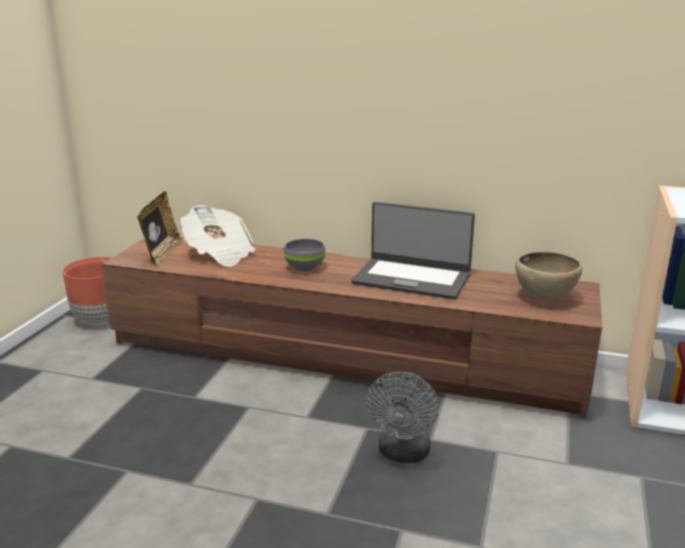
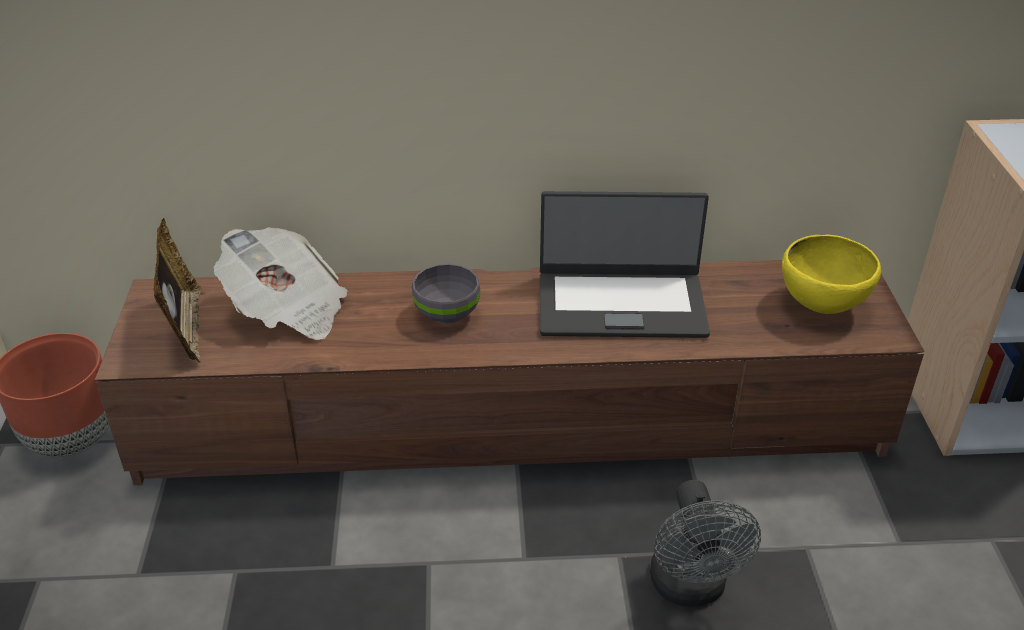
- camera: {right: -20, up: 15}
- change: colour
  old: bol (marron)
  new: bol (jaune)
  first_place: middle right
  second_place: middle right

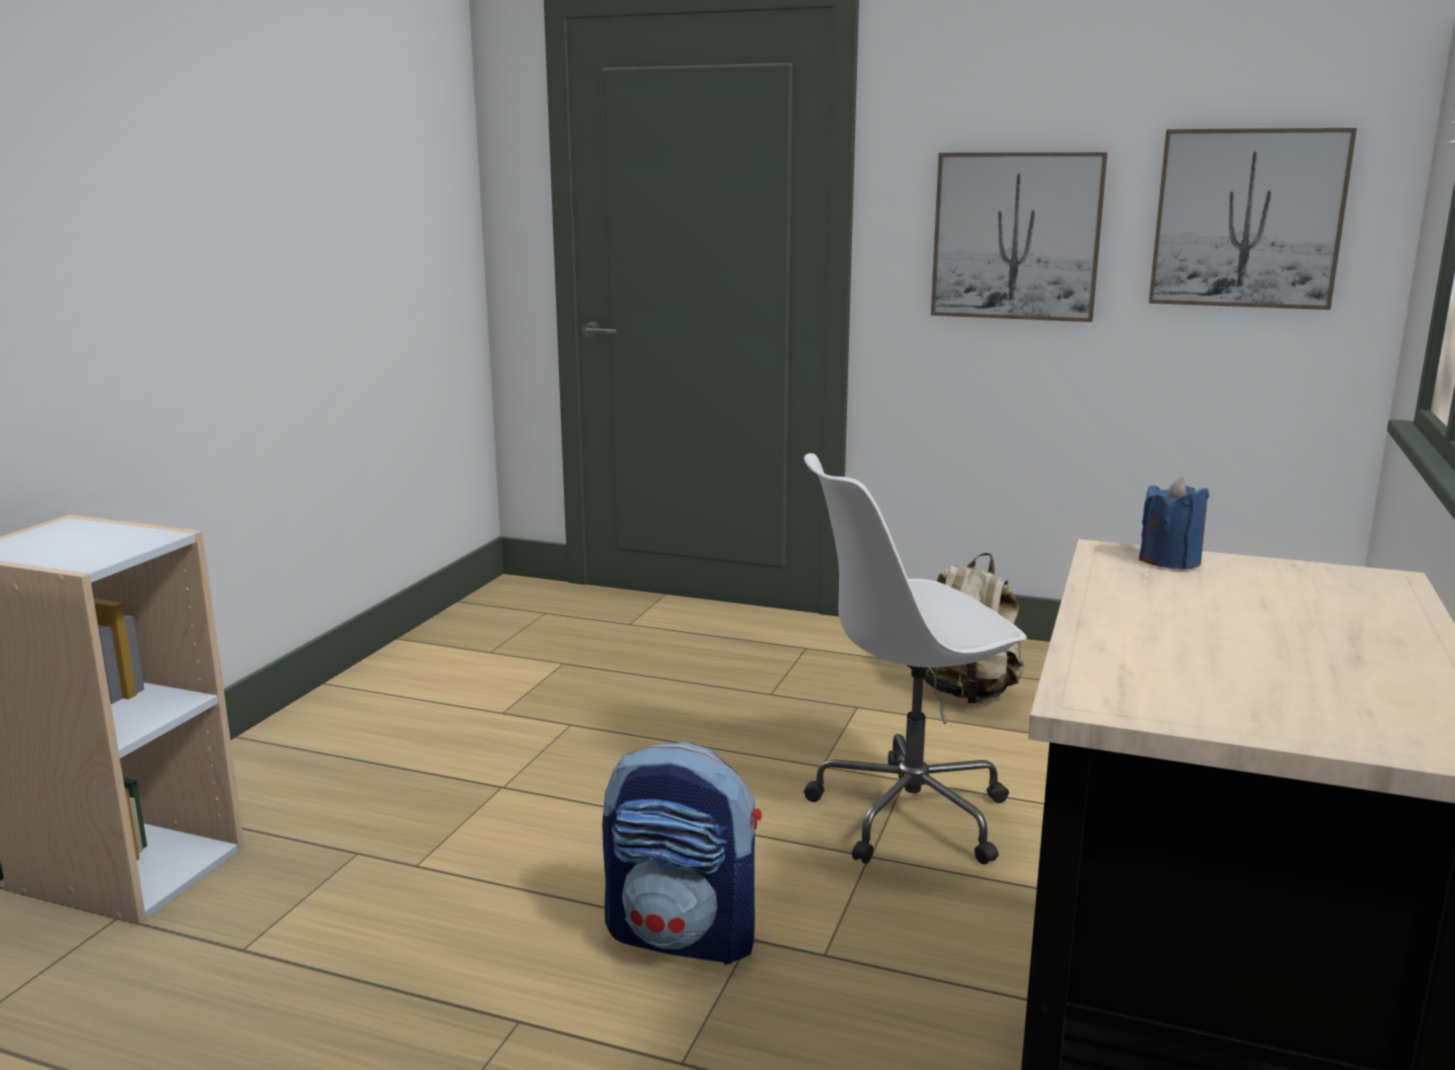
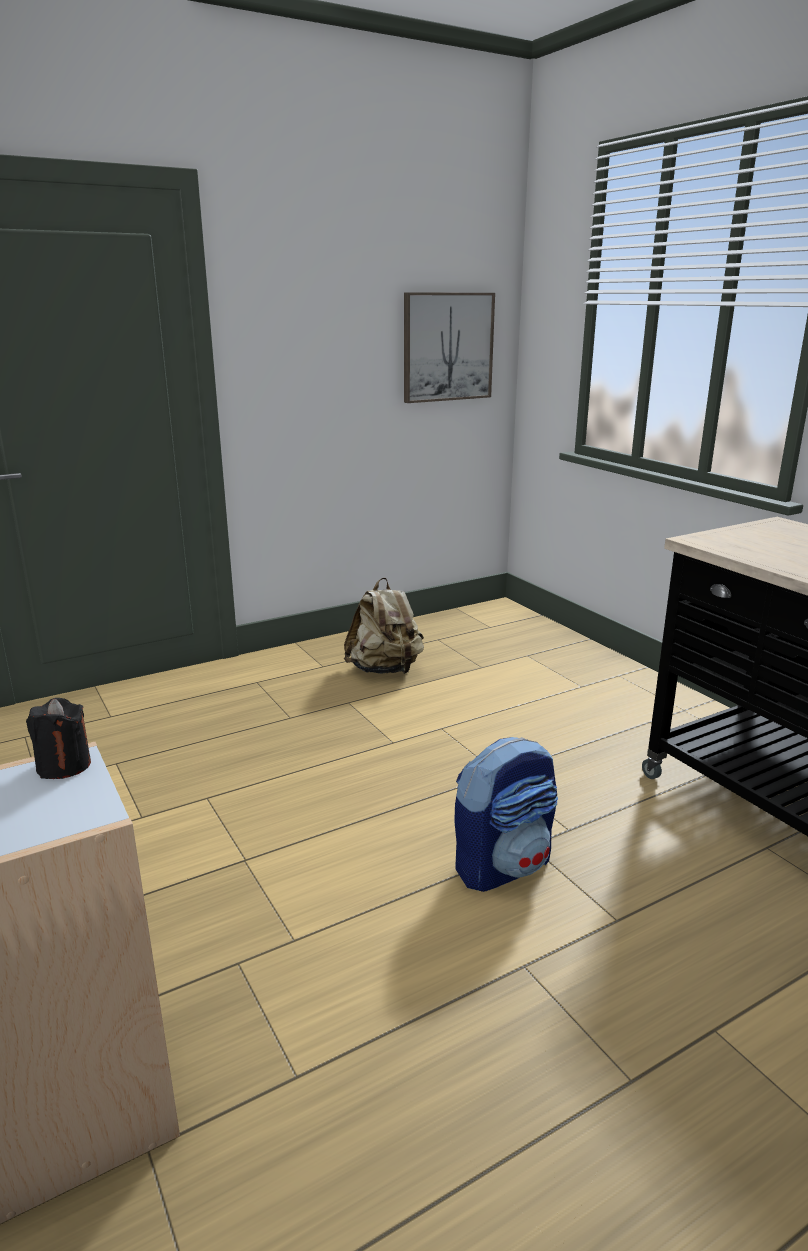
- camera: {right: -50, up: 5}
- change: missing
  old: chaise de bureau (blanc)
  first_place: centre
- change: missing
  old: tableau (no. 1 from left)
  first_place: top right
- change: missing
  old: bougie (bleu)
  first_place: middle right
- change: appeared
  new: bougie (noir)
  second_place: middle left

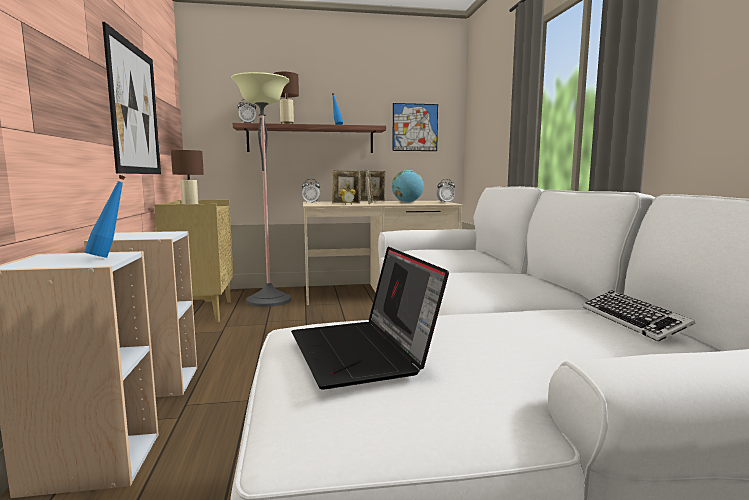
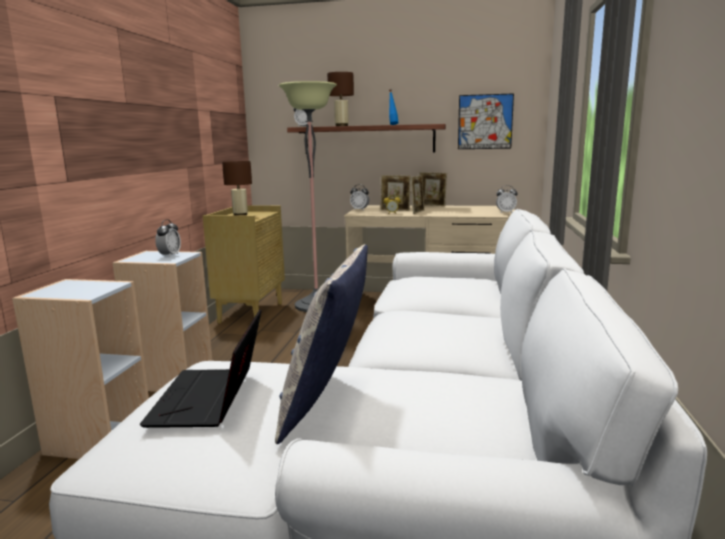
- camera: {right: 20, up: 5}
- change: missing
  old: bouteille (bleu) (no. 1 from left)
  first_place: middle left
- change: missing
  old: tableau (no. 1 from left)
  first_place: top left
- change: missing
  old: globe
  first_place: centre
- change: missing
  old: clavier
  first_place: middle right
- change: appeared
  new: réveil (no. 1 from left)
  second_place: middle left
- change: appeared
  new: coussin
  second_place: centre

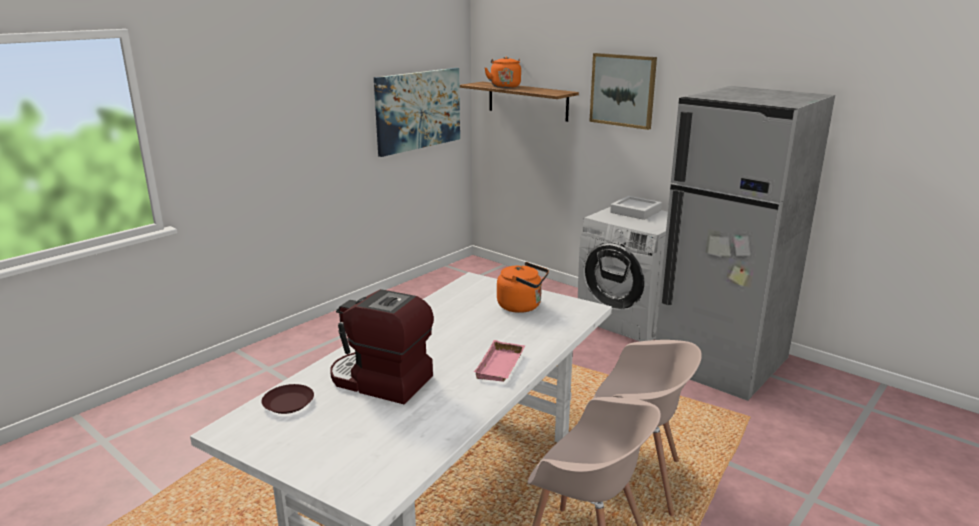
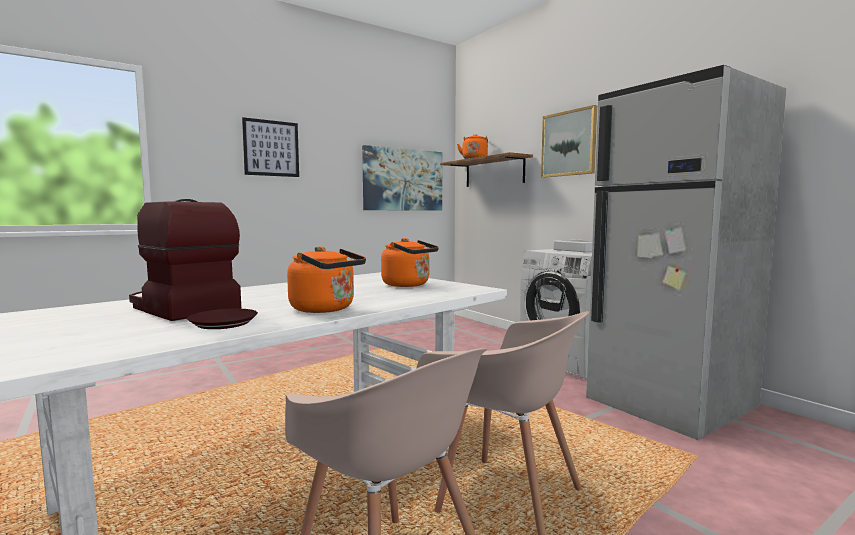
- camera: {right: 15, up: -15}
- change: appeared
  new: tableau (no. 1 from left)
  second_place: top left
- change: relocated
  old: assiette (marron)
  first_place: bottom left
  second_place: middle left
- change: exchanged
  old: plateau (rose)
  new: bouilloire (orange) (no. 1 from left)
  first_place: bottom centre
  second_place: centre

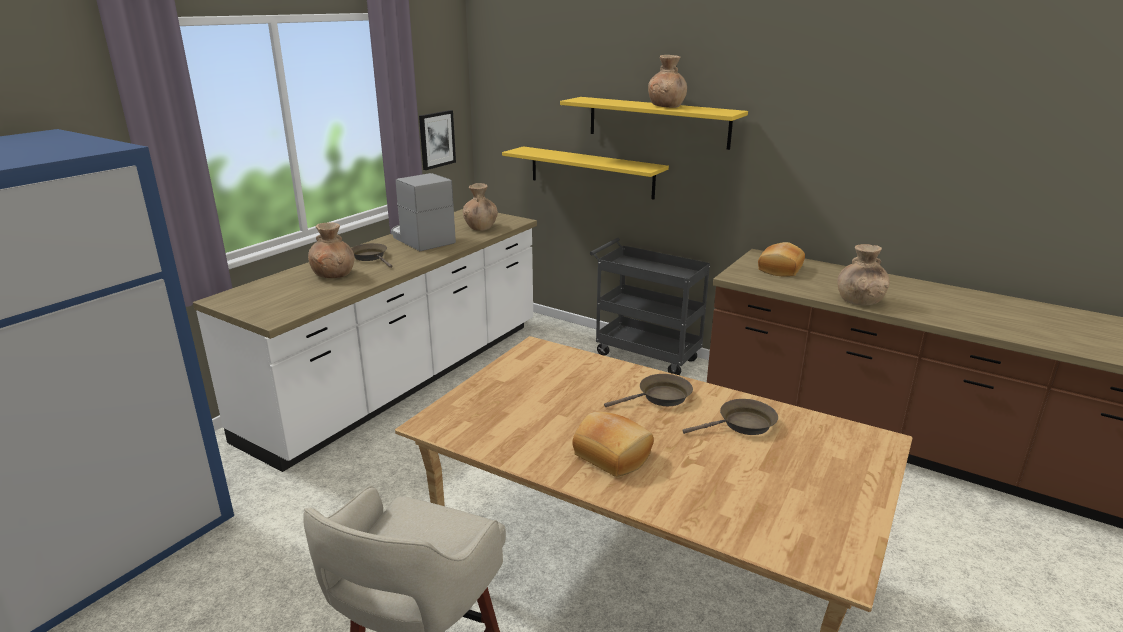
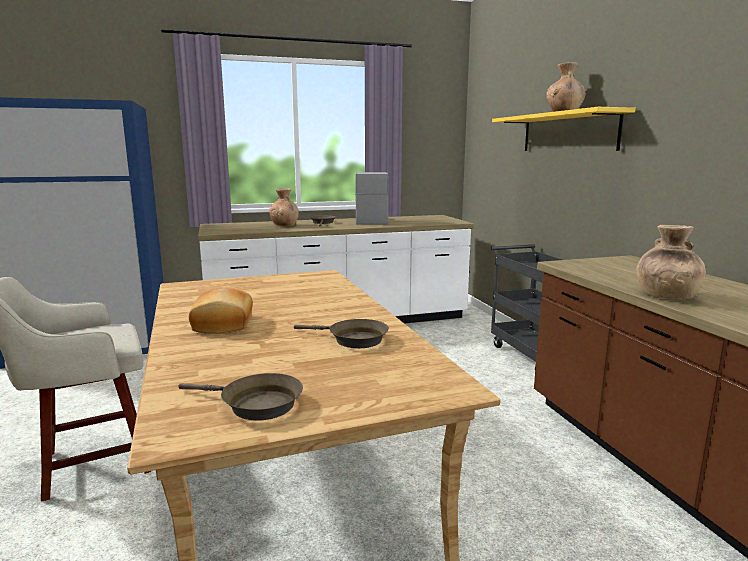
- camera: {right: 40, up: -10}
- change: missing
  old: tableau
  first_place: top centre
- change: missing
  old: vase (marron) (no. 2 from left)
  first_place: top centre
- change: missing
  old: étagère (jaune) (no. 1 from left)
  first_place: top centre
- change: missing
  old: pain (no. 2 from left)
  first_place: middle right
- change: relocated
  old: poêle (marron) (no. 2 from left in the first image)
  new: poêle (marron) (no. 1 from left)
  first_place: centre
  second_place: bottom left

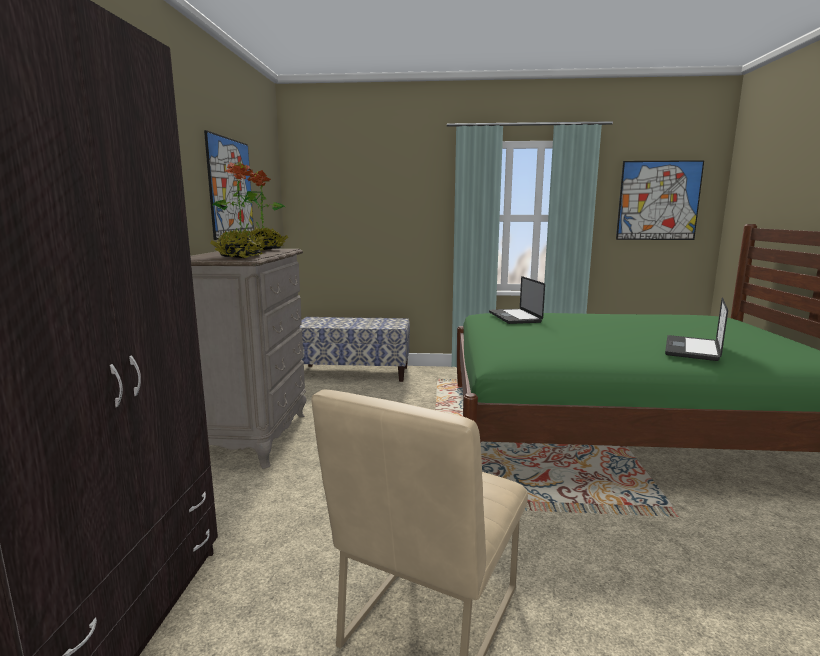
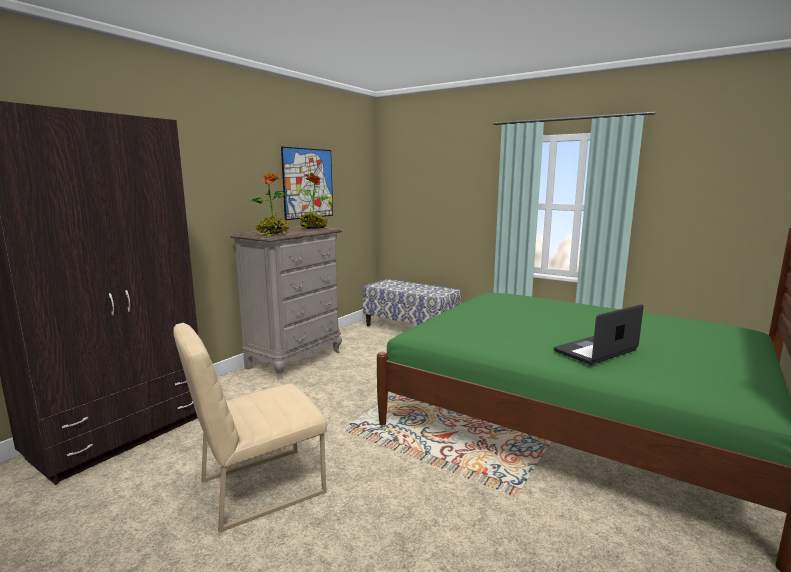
- camera: {right: 30, up: 0}
- change: missing
  old: ordinateur portable (no. 1 from left)
  first_place: centre
- change: missing
  old: tableau (no. 2 from left)
  first_place: top right

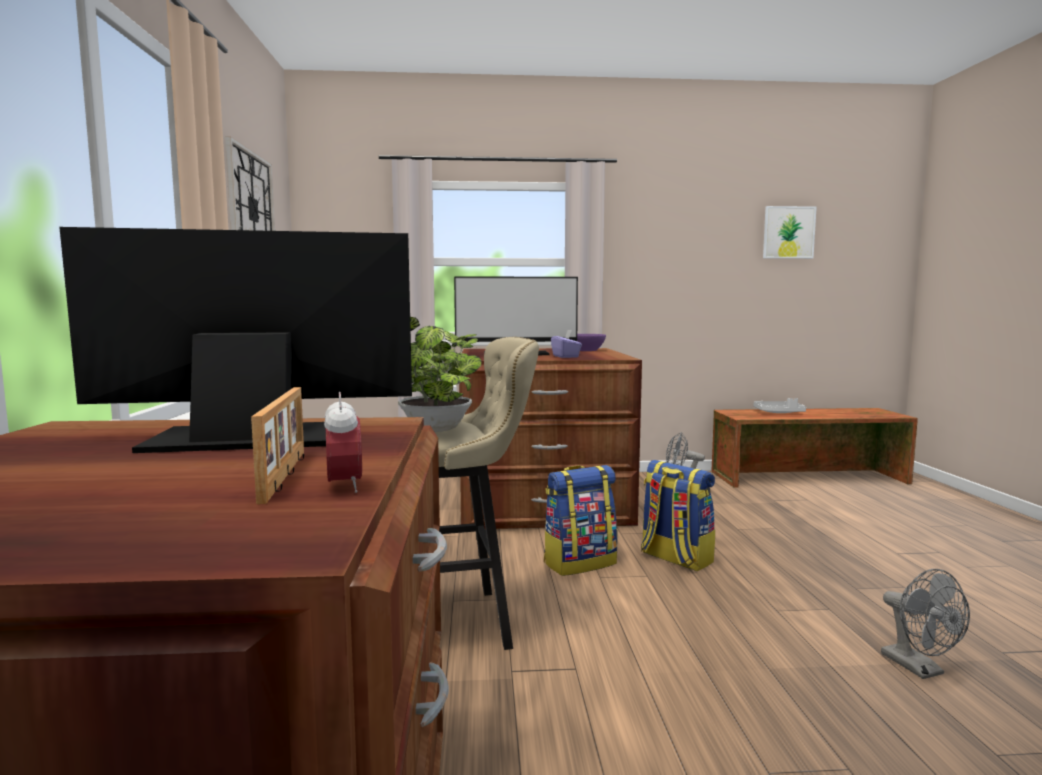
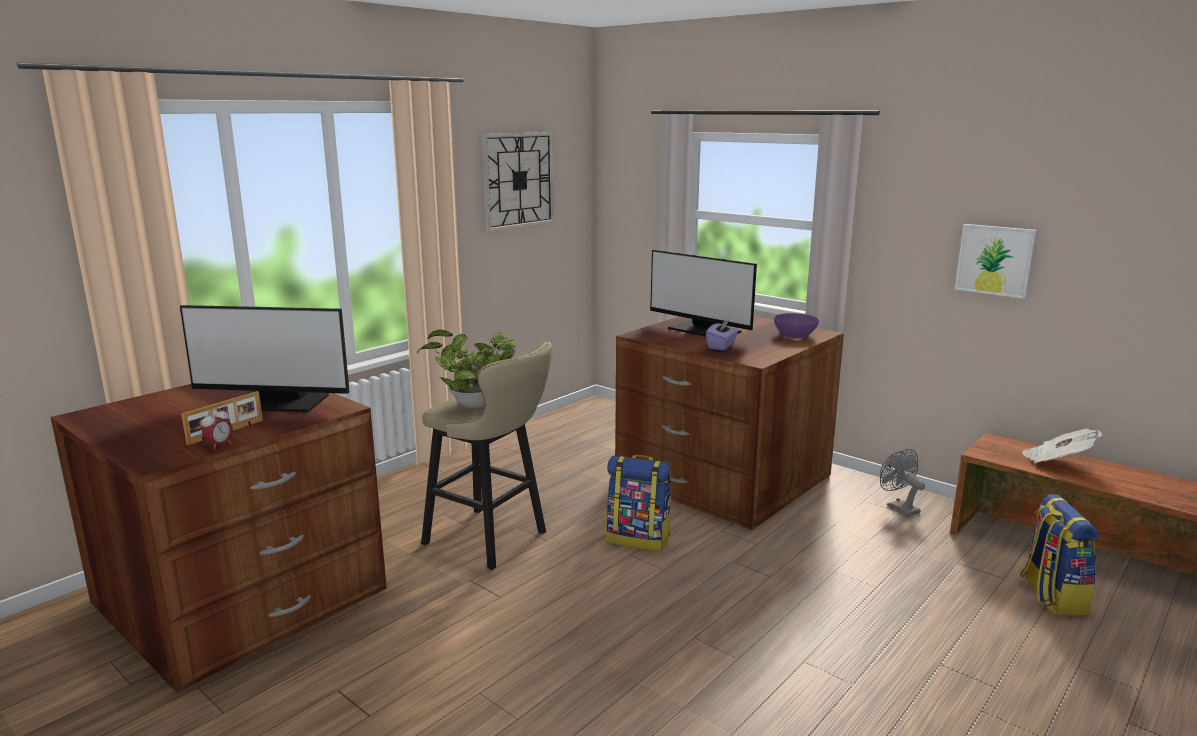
- camera: {right: 45, up: 10}
- change: missing
  old: ventilateur (gris) (no. 2 from left)
  first_place: bottom right
- change: relocated
  old: sac à dos (no. 2 from left)
  first_place: centre
  second_place: bottom right
- change: relocated
  old: tableau
  first_place: top right
  second_place: middle right
- change: exchanged
  old: plateau (gris)
  new: journal
  first_place: middle right
  second_place: middle right
- change: spun
  old: écran d'ordinateur (no. 1 from left)
  first_place: middle left
  second_place: middle left
  degrees: 150

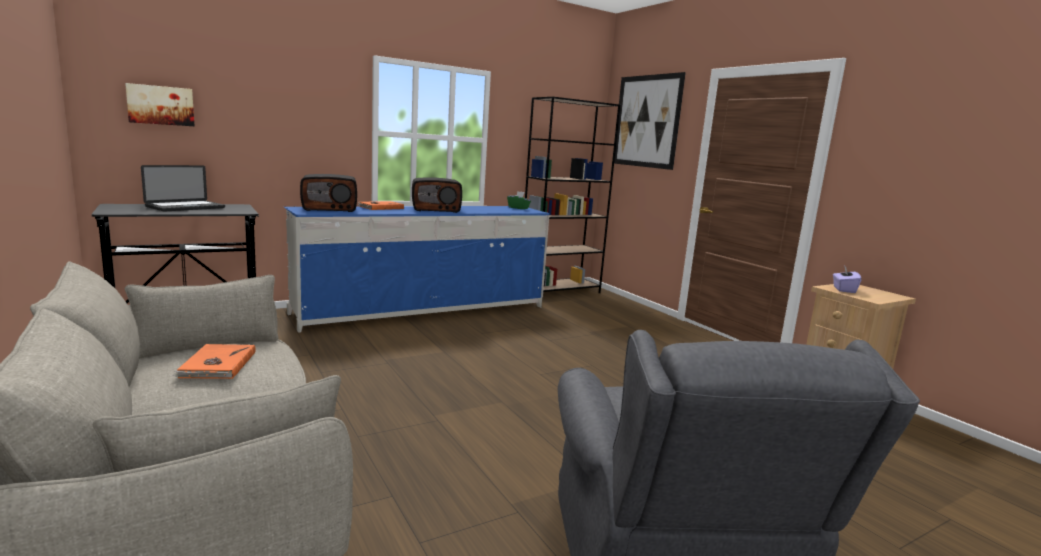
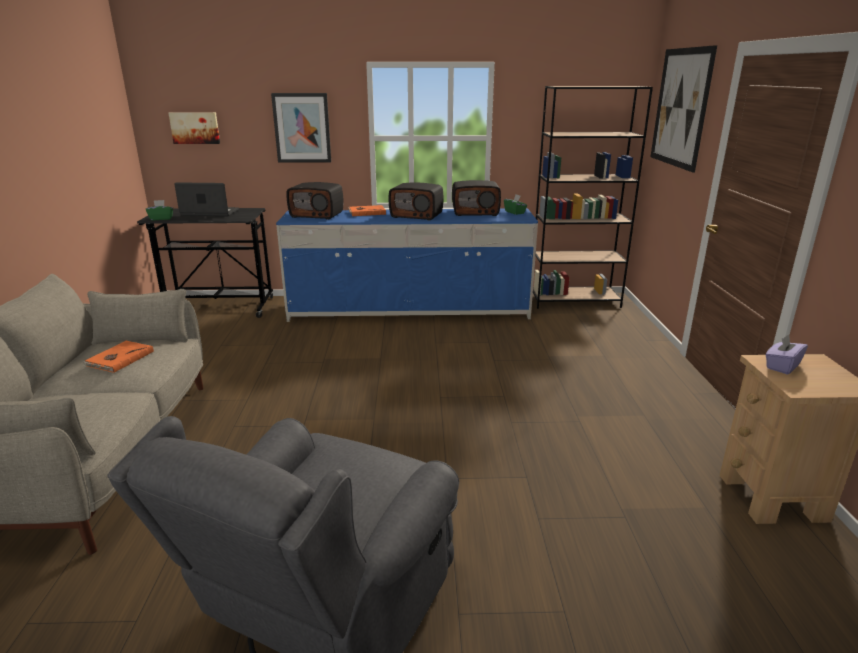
- camera: {right: 30, up: 10}
- change: appeared
  new: boîte à mouchoirs (vert) (no. 1 from left)
  second_place: top left
- change: appeared
  new: tableau (no. 2 from left)
  second_place: top centre
- change: appeared
  new: radio (no. 3 from left)
  second_place: top centre
- change: spun
  old: ordinateur portable
  first_place: middle left
  second_place: top left
  degrees: -150

